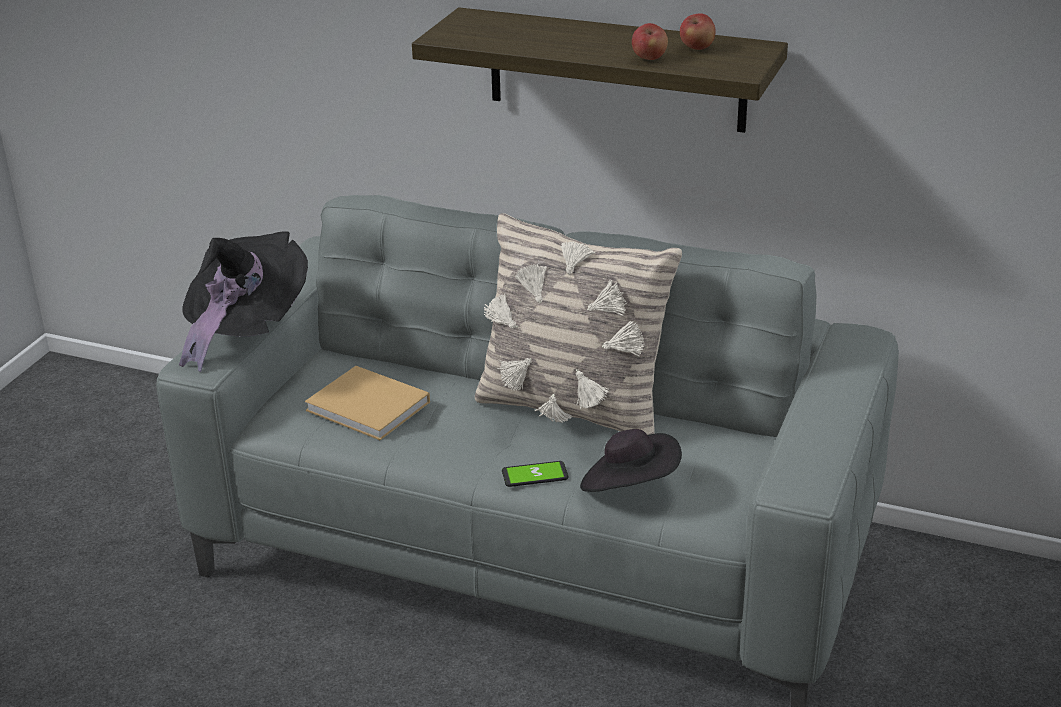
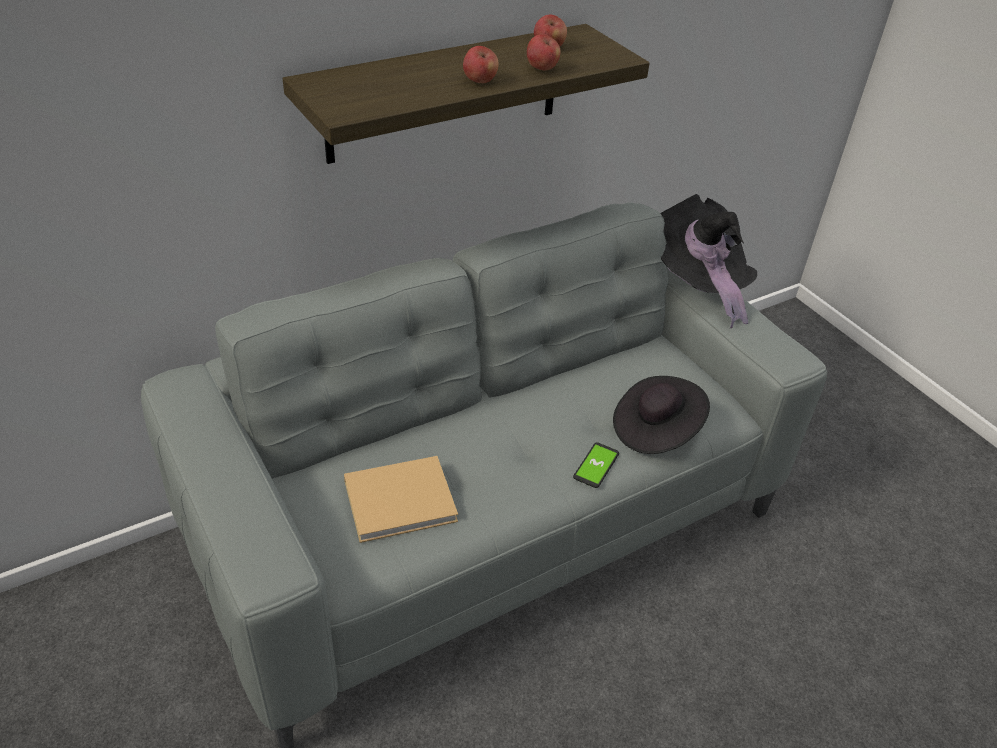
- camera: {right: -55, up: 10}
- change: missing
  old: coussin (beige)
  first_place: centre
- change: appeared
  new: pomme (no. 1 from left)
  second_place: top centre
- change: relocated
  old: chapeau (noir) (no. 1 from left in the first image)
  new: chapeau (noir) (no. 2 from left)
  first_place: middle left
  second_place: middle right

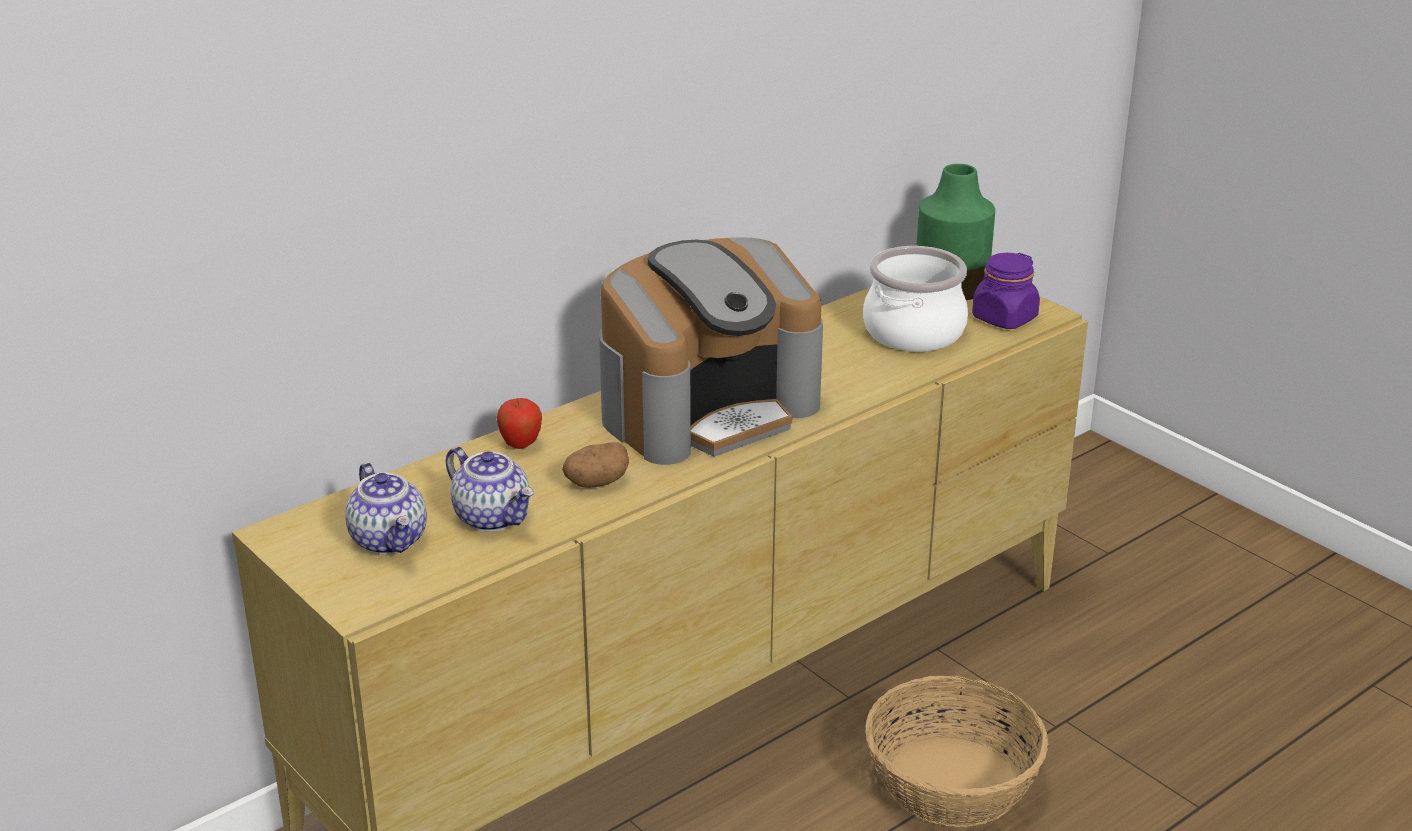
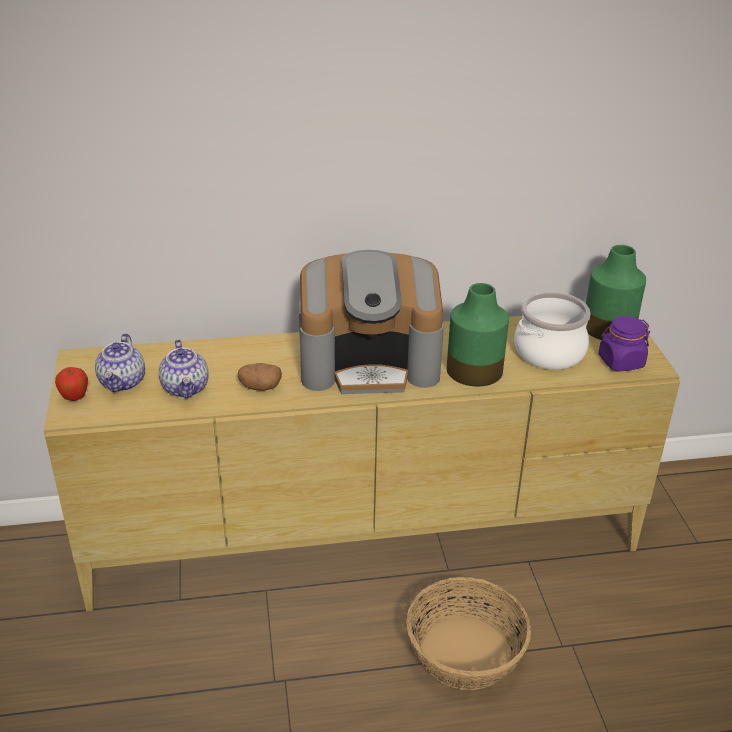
- camera: {right: 30, up: 5}
- change: appeared
  new: vase (vert) (no. 1 from left)
  second_place: centre
- change: relocated
  old: pomme
  first_place: centre
  second_place: middle left

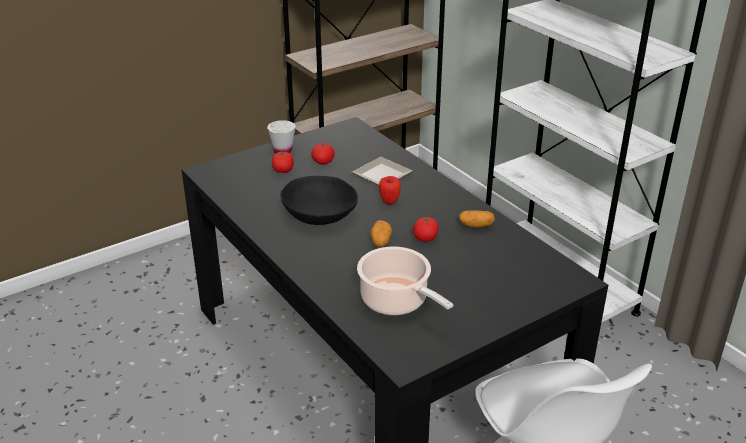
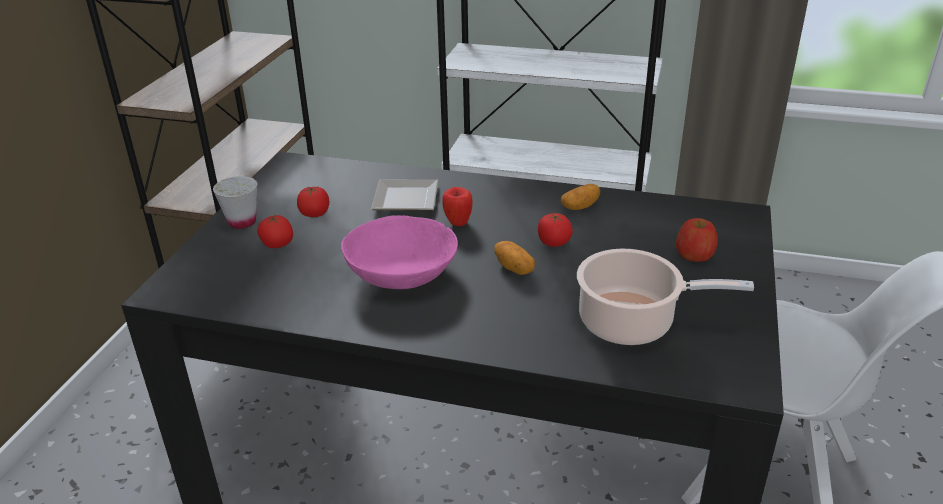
- camera: {right: -40, up: 0}
- change: appeared
  new: pomme (no. 2 from left)
  second_place: middle right
- change: colour
  old: bol (noir)
  new: bol (rose)
  first_place: centre
  second_place: centre

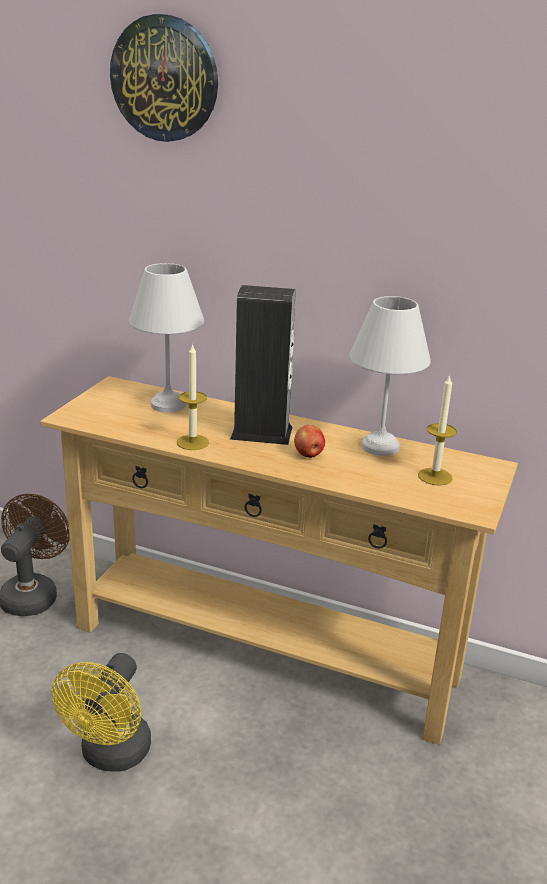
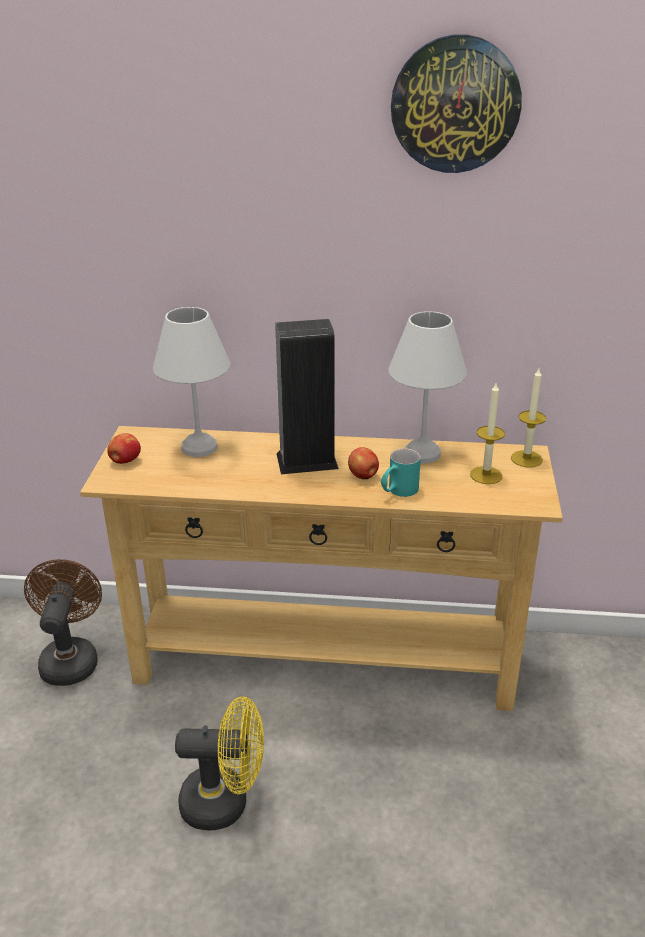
- camera: {right: -15, up: 5}
- change: appeared
  new: pomme (no. 1 from left)
  second_place: middle left
- change: appeared
  new: mug (turquoise)
  second_place: centre
- change: relocated
  old: horloge murale
  first_place: top left
  second_place: top right
- change: relocated
  old: bougie (no. 1 from left in the first image)
  new: bougie (no. 2 from left)
  first_place: centre
  second_place: middle right
- change: spun
  old: ventilateur (jaune)
  first_place: bottom left
  second_place: bottom centre
  degrees: -90

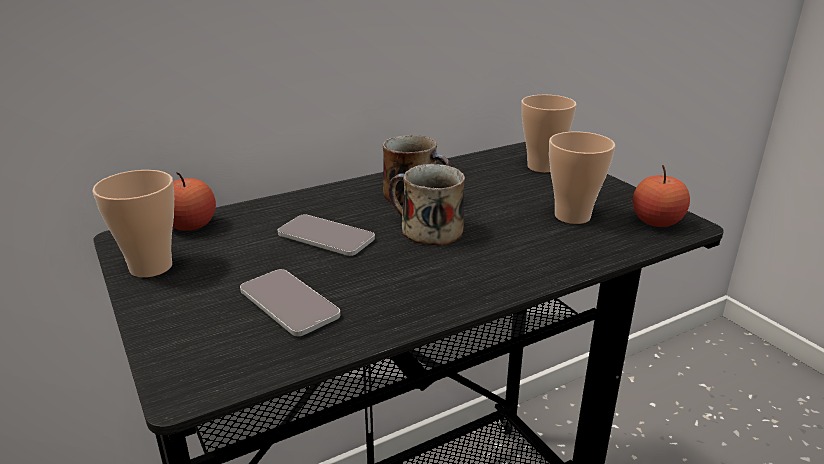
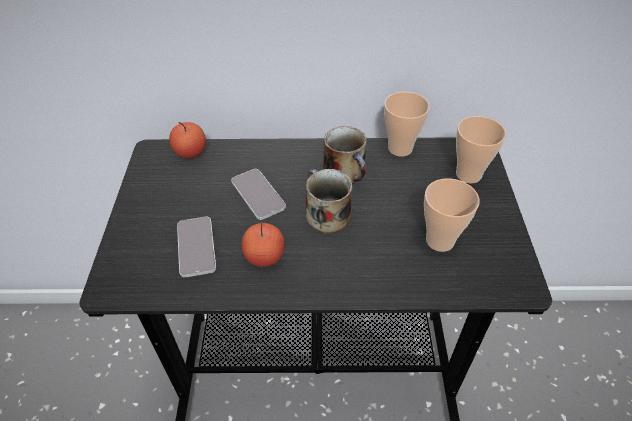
- camera: {right: 30, up: 20}
- change: relocated
  old: tasse (no. 1 from left)
  first_place: middle left
  second_place: top centre
- change: relocated
  old: pomme (no. 2 from left)
  first_place: middle right
  second_place: centre

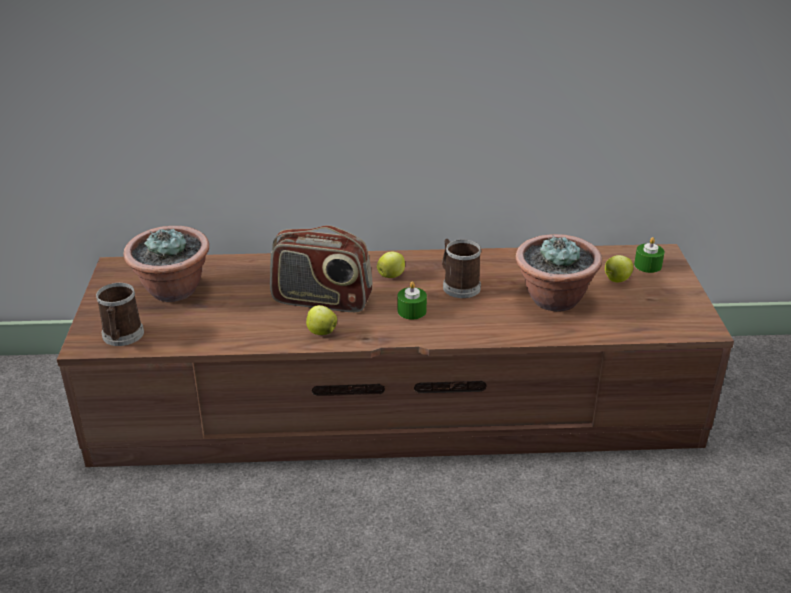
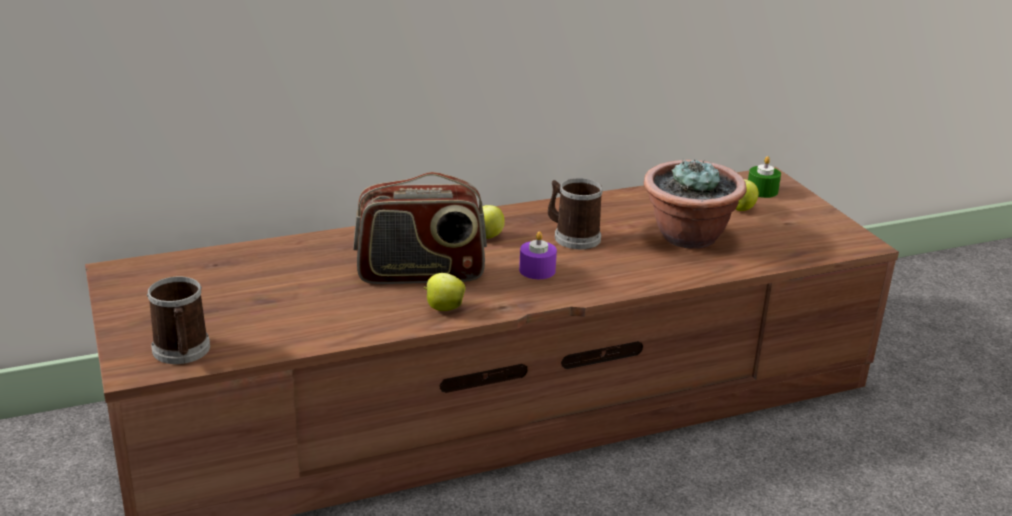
- camera: {right: -20, up: -5}
- change: missing
  old: plante en pot (no. 1 from left)
  first_place: middle left
- change: colour
  old: bougie (vert) (no. 1 from left)
  new: bougie (violet)
  first_place: centre
  second_place: centre

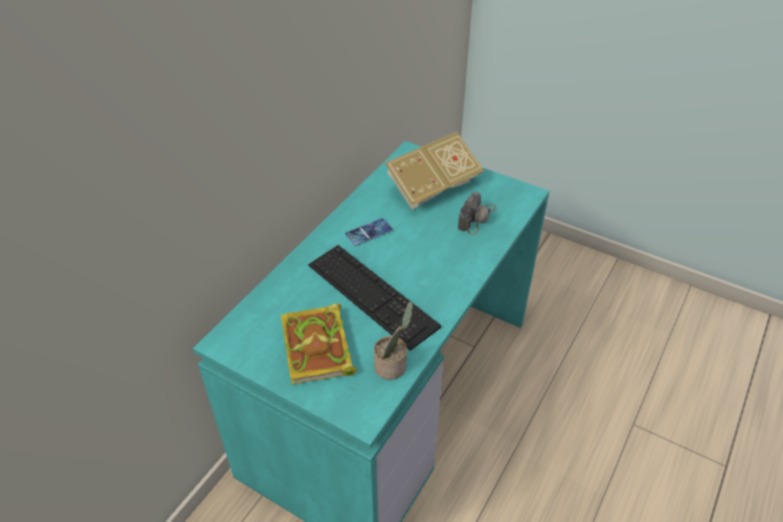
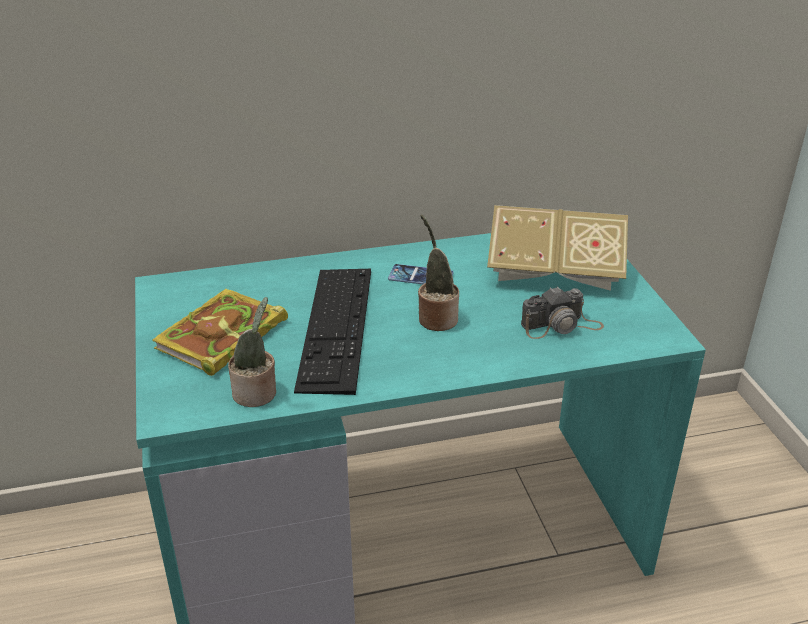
- camera: {right: 45, up: -10}
- change: appeared
  new: plante en pot (no. 2 from left)
  second_place: centre

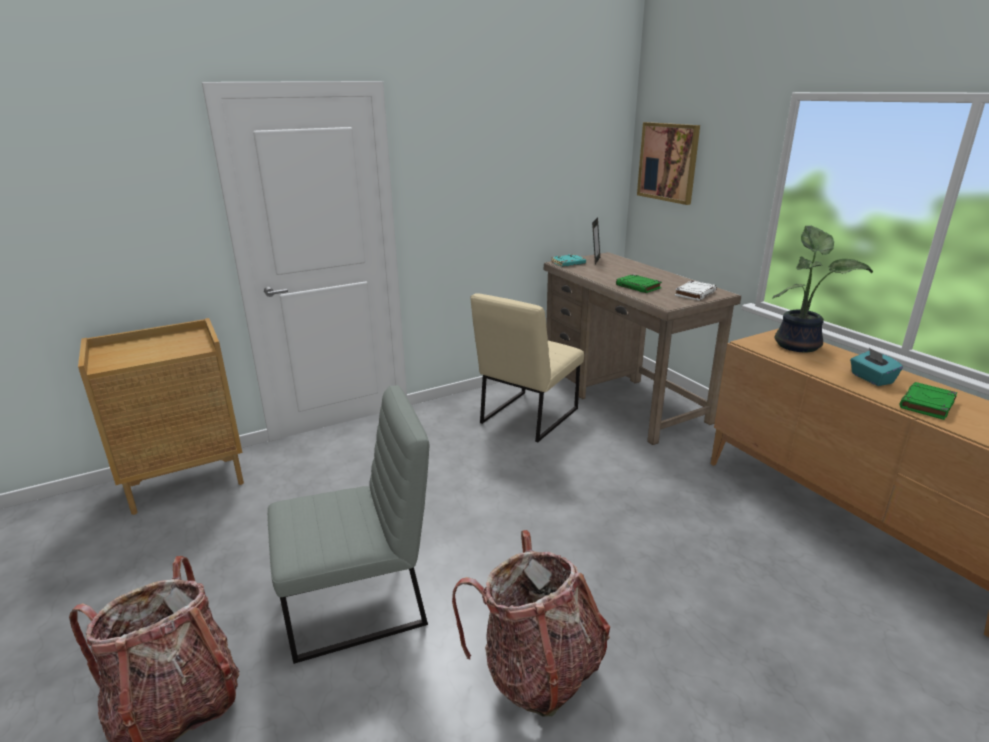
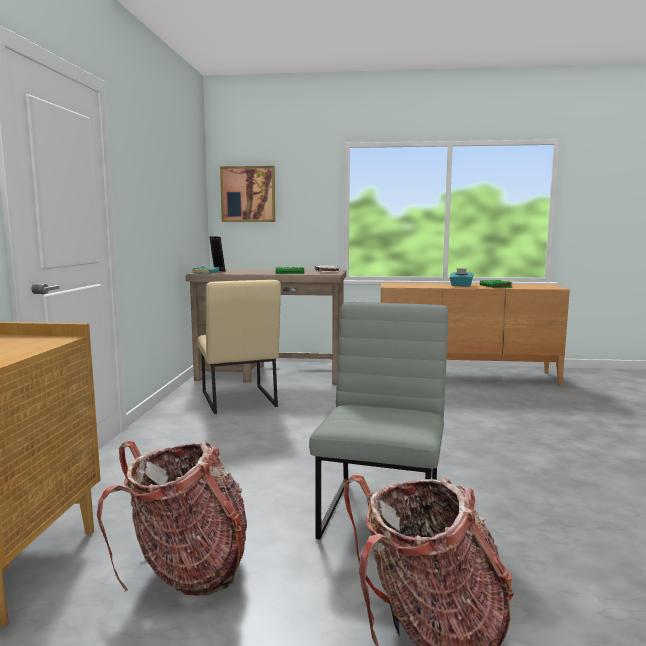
- camera: {right: -55, up: -15}
- change: missing
  old: plante en pot
  first_place: middle right
- change: relocated
  old: sac à dos (no. 2 from left in the first image)
  new: sac à dos (no. 1 from left)
  first_place: bottom centre
  second_place: bottom left

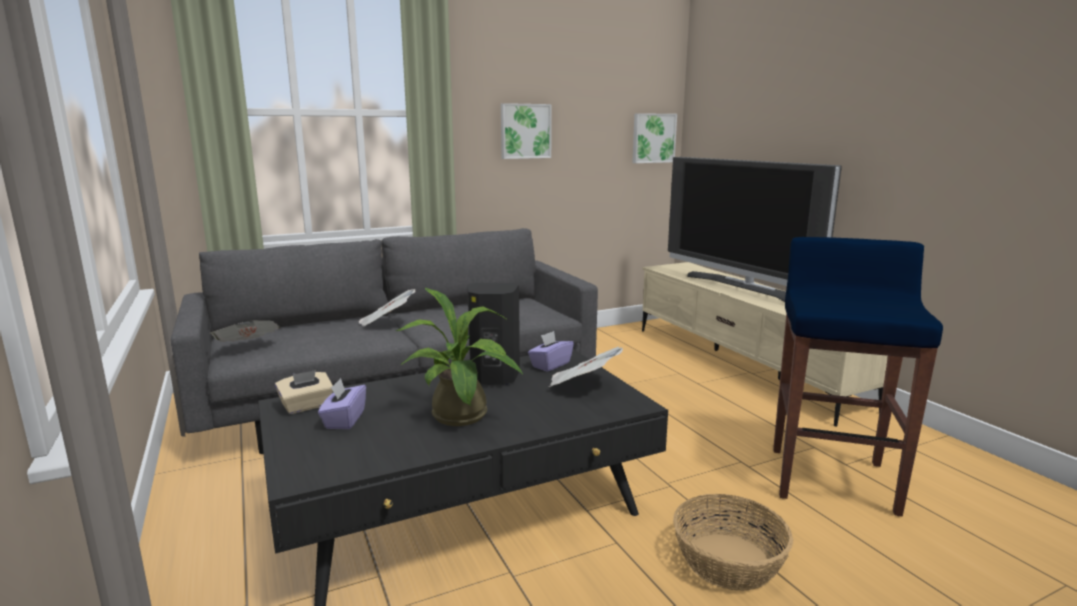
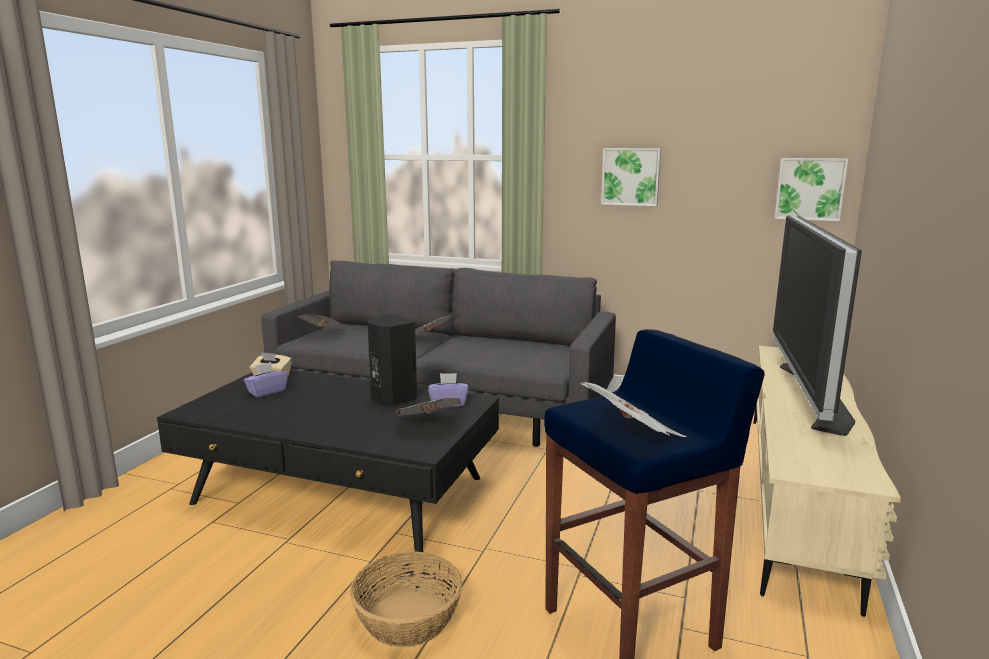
- camera: {right: 45, up: 0}
- change: missing
  old: plante en pot
  first_place: centre
- change: appeared
  new: journal (no. 4 from left)
  second_place: centre

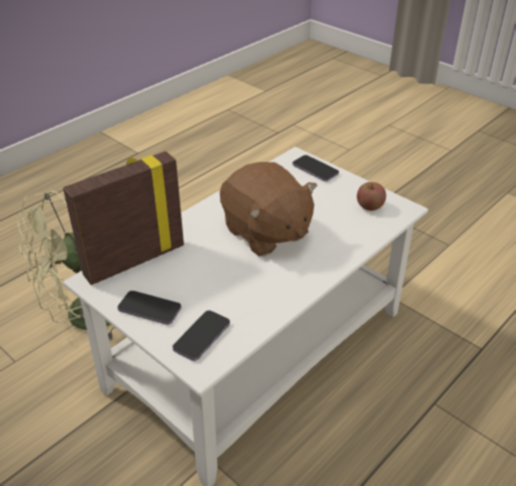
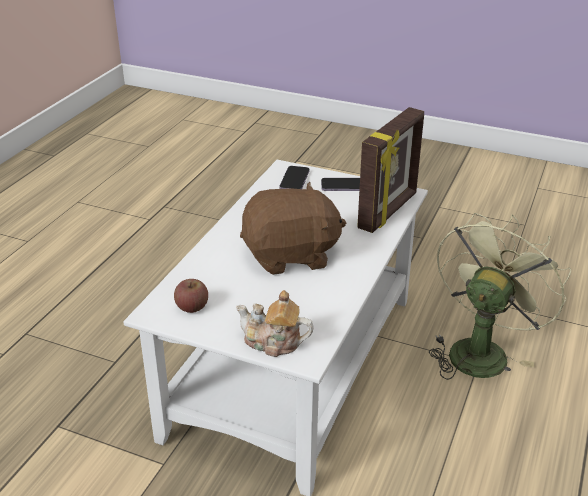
- camera: {right: 160, up: -5}
- change: exchanged
  old: téléphone (no. 3 from left)
  new: théière
  first_place: centre
  second_place: centre
- change: spun
  old: peluche (marron)
  first_place: centre
  second_place: centre
  degrees: 135

